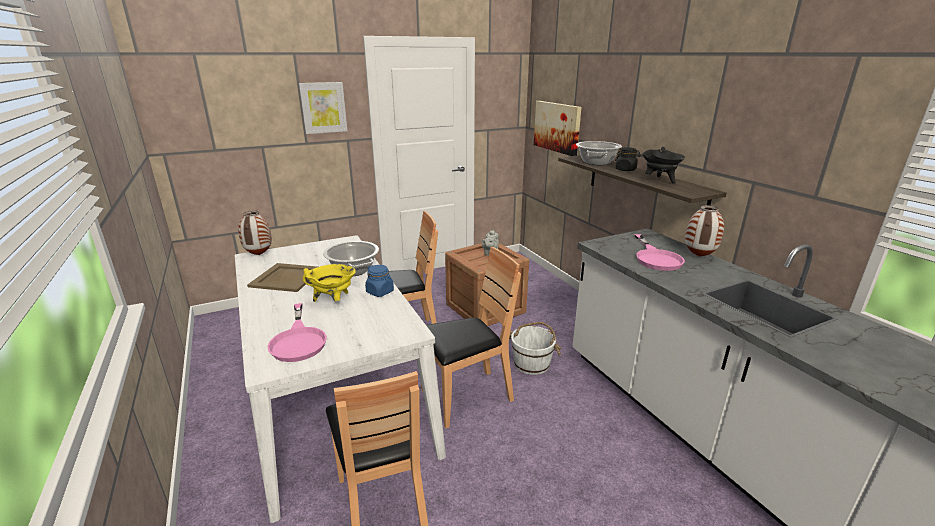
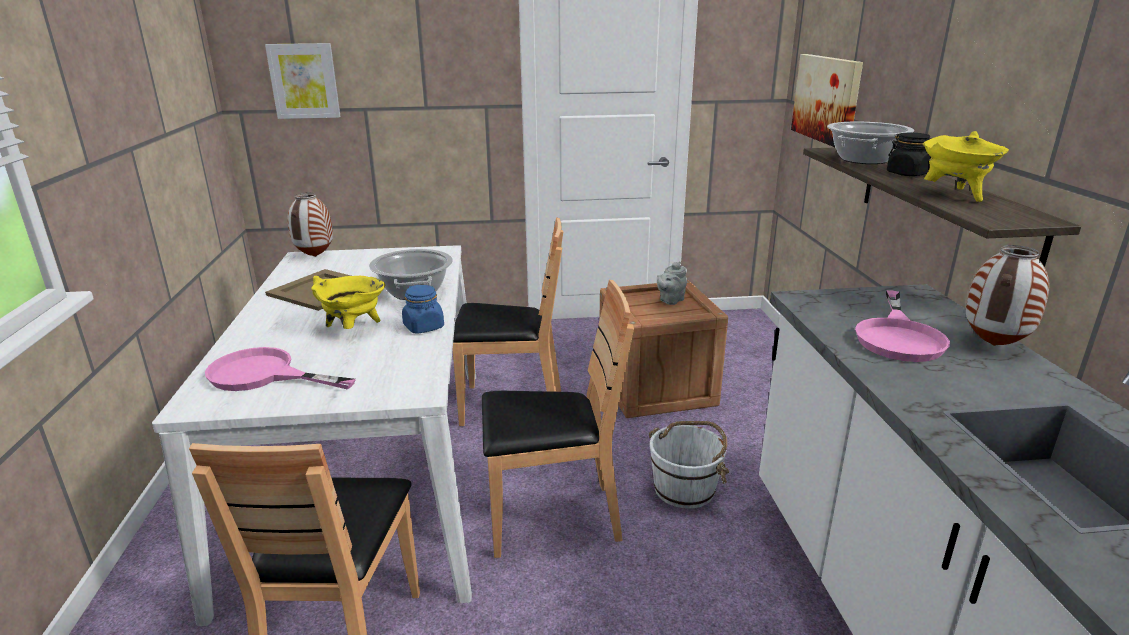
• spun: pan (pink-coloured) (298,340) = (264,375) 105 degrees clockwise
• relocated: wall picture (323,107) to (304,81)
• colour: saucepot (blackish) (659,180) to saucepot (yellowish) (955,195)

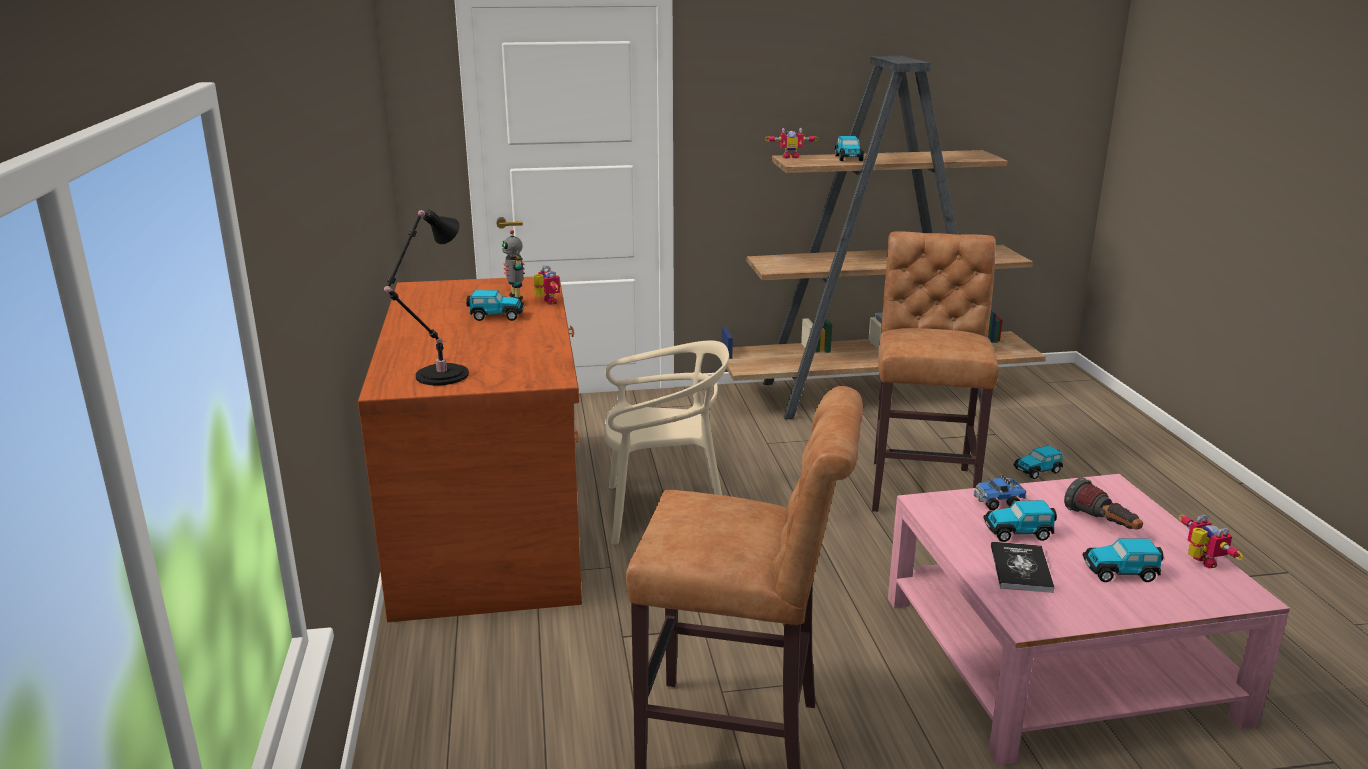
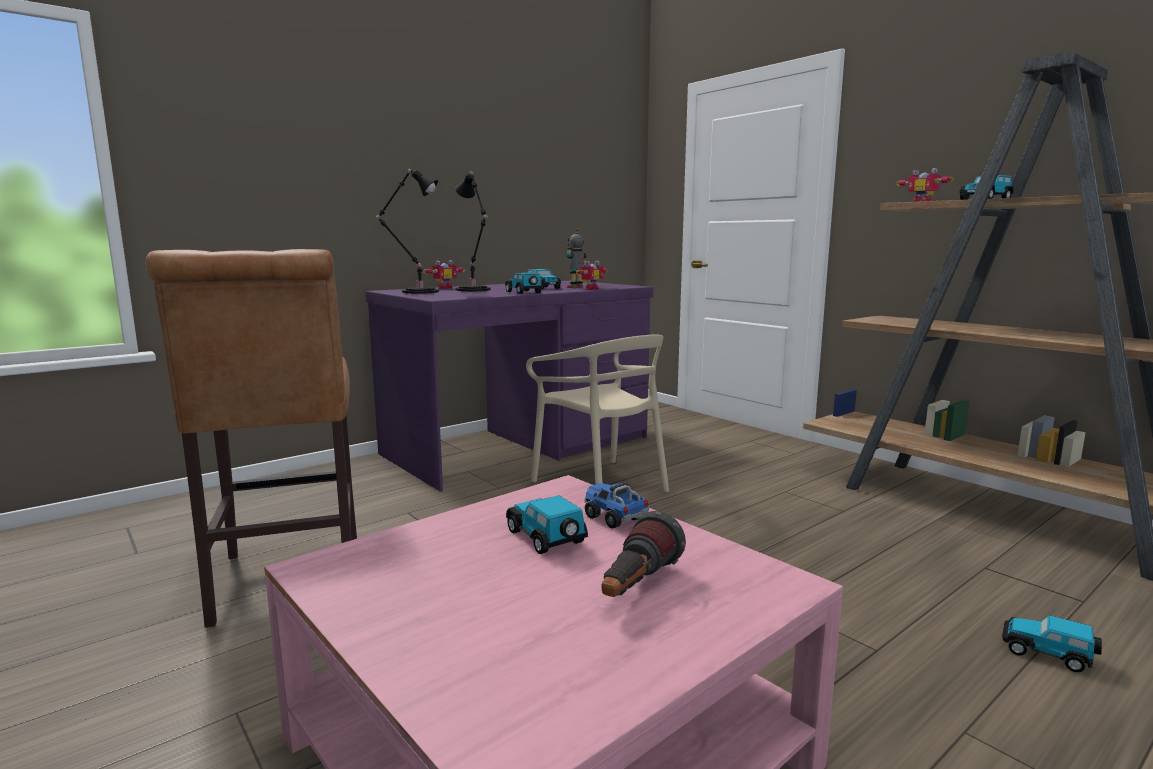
• colour: desk (brown) (491,521) to desk (purplish) (519,446)
• relocated: robot figure (1200,562) to (443,288)
• appeared: table lamp (blackish) (474,290)
• relocated: model car (1121,572) to (523,292)
• missing: stool seat (brown) (922,486)
• missing: book (1020,568)

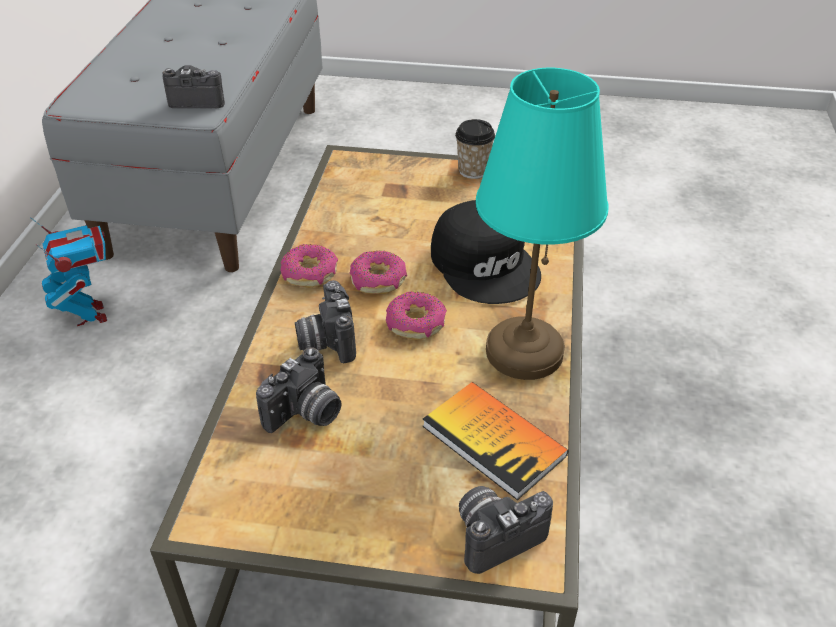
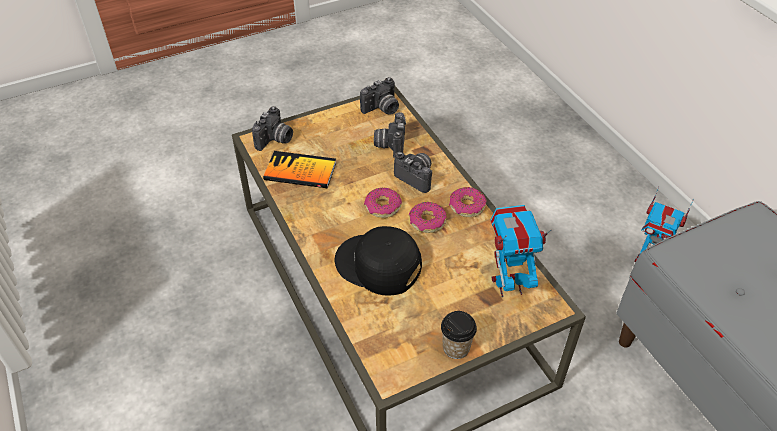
• relocated: still camera (198,99) to (382,109)
• appeared: robot figure (508,285)
• missing: table lamp (turquoise) (524,353)

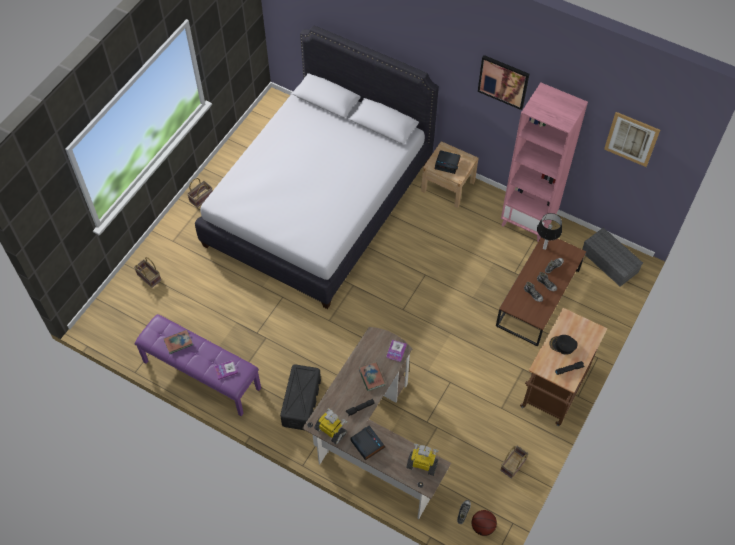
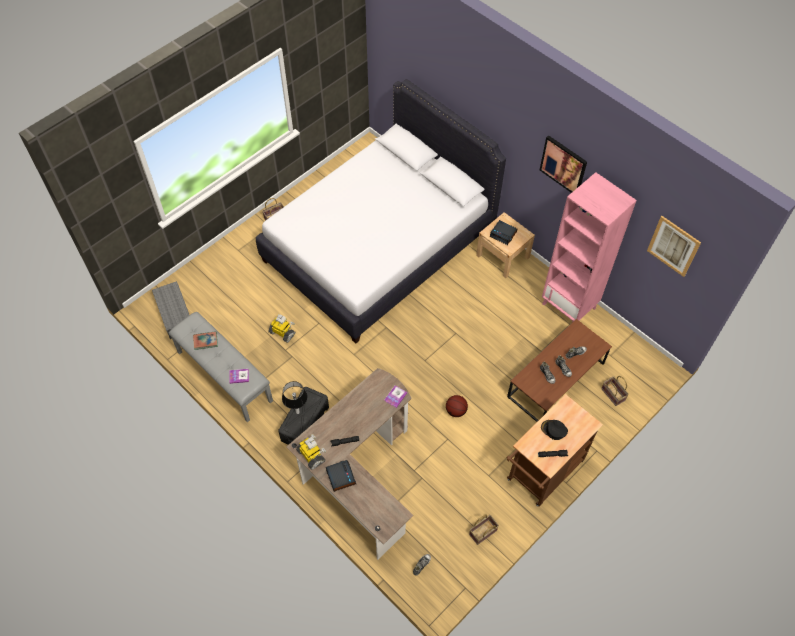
• relocated: storage box (grey) (608,261) to (174,314)
• colour: long seat (purplish) (201,375) to long seat (grey) (224,376)
• relocated: robot figure (422,464) to (282,333)
• relocated: table lamp (544,248) to (297,412)
• relocated: ball for basketball (482,526) to (456,411)
• relocated: storage basket (150,277) to (614,394)
• missing: book (371,377)

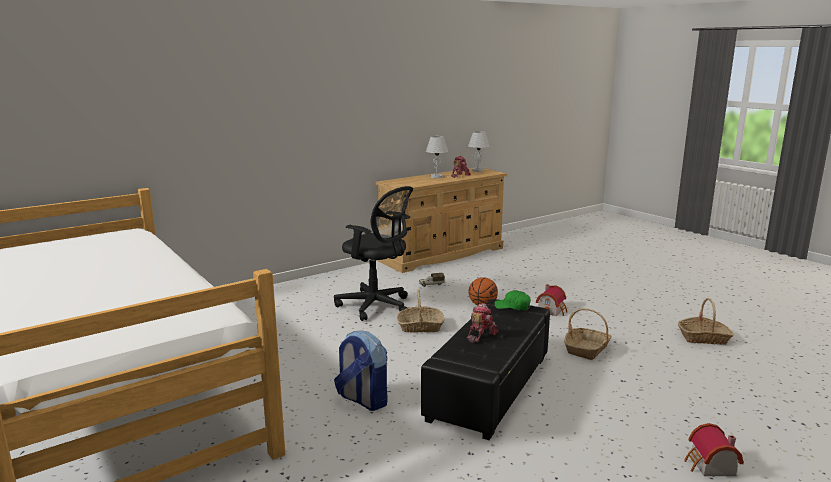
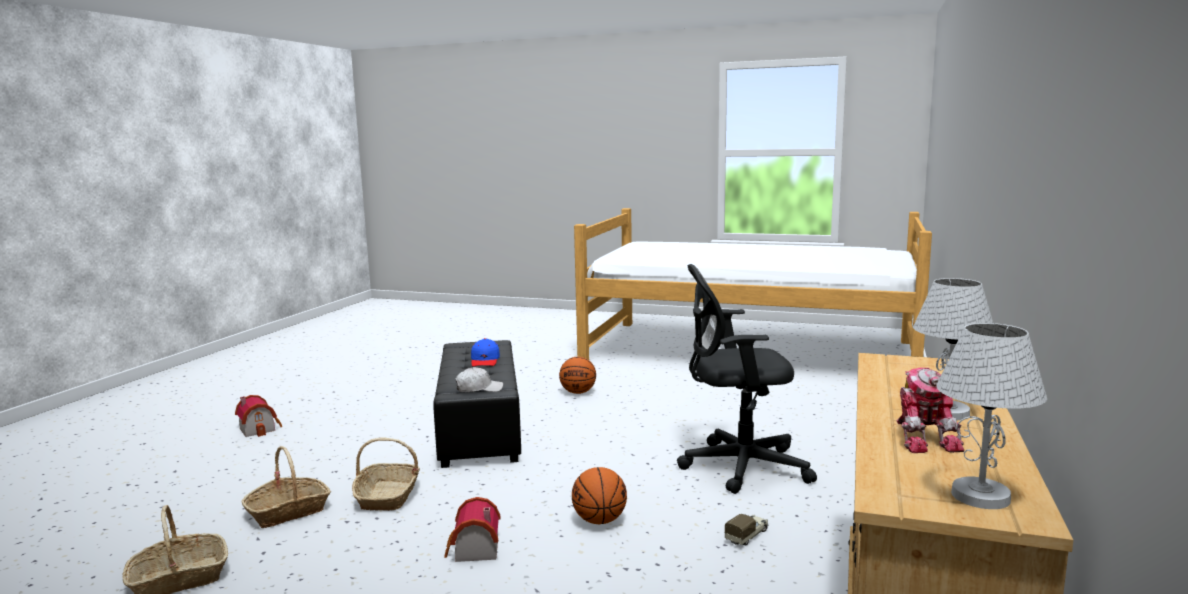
• relocated: storage basket (420,327) to (288,511)
• colour: cap (green) (512,307) to cap (white-coloured) (479,389)
• exchanged: robot figure (480,335) to cap (blue-coloured) (485,360)
• exchanged: knapsack (362,400) to ball for basketball (578,392)

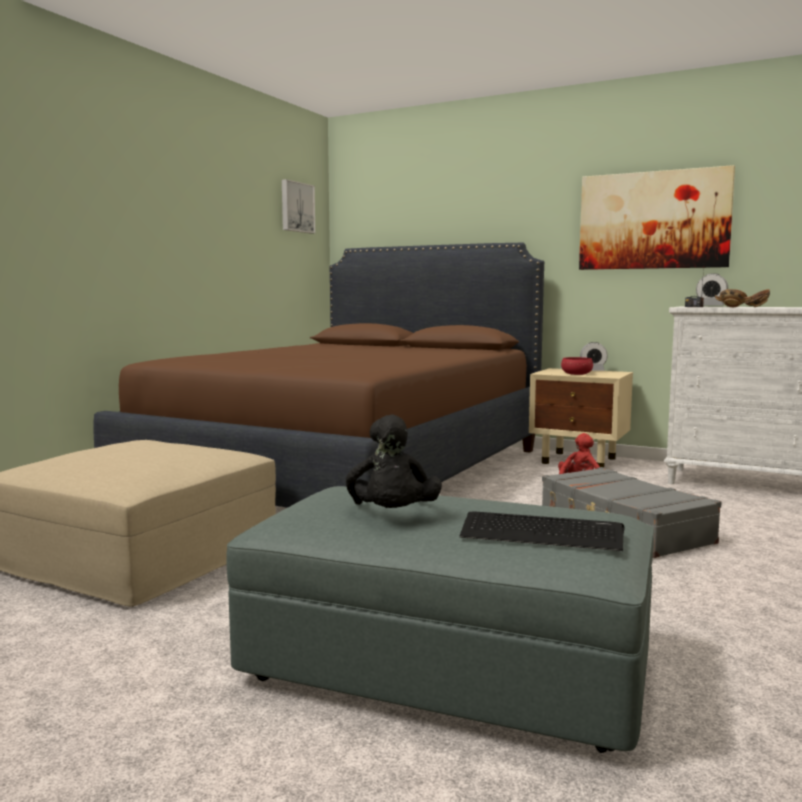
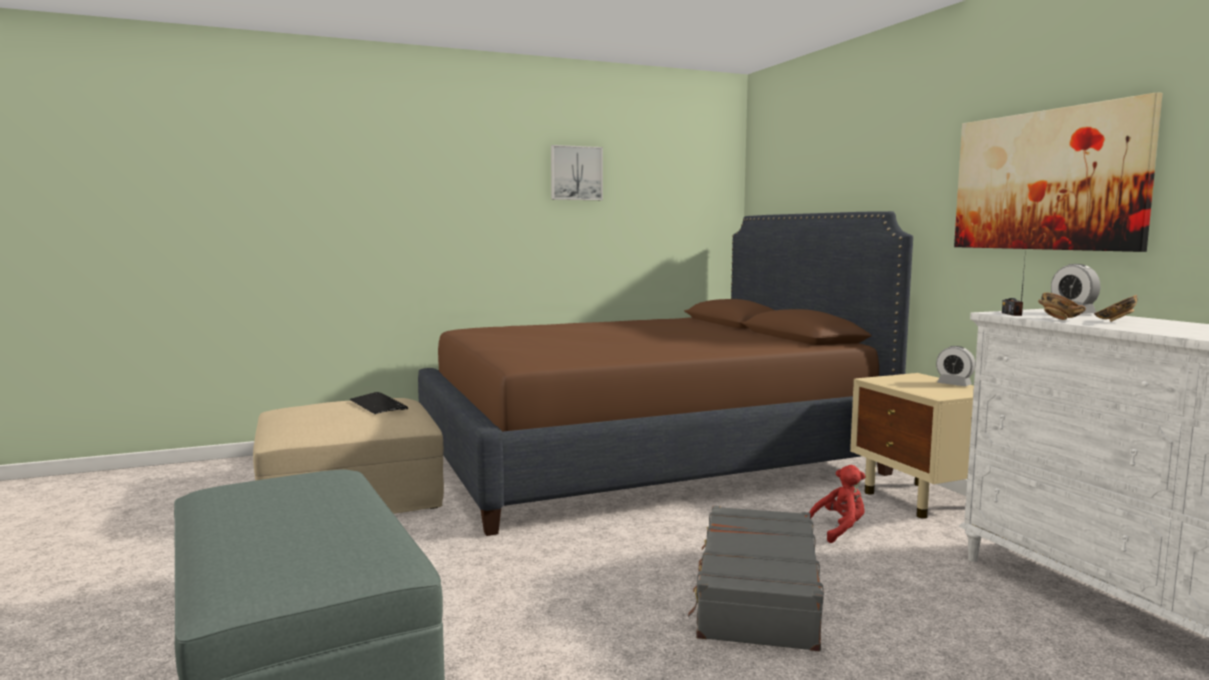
• relocated: keyboard (541,534) to (378,404)
• relocated: wall picture (296,207) to (576,173)
• missing: soft toy (blackish) (392,516)
• missing: serving bowl (red) (576,374)

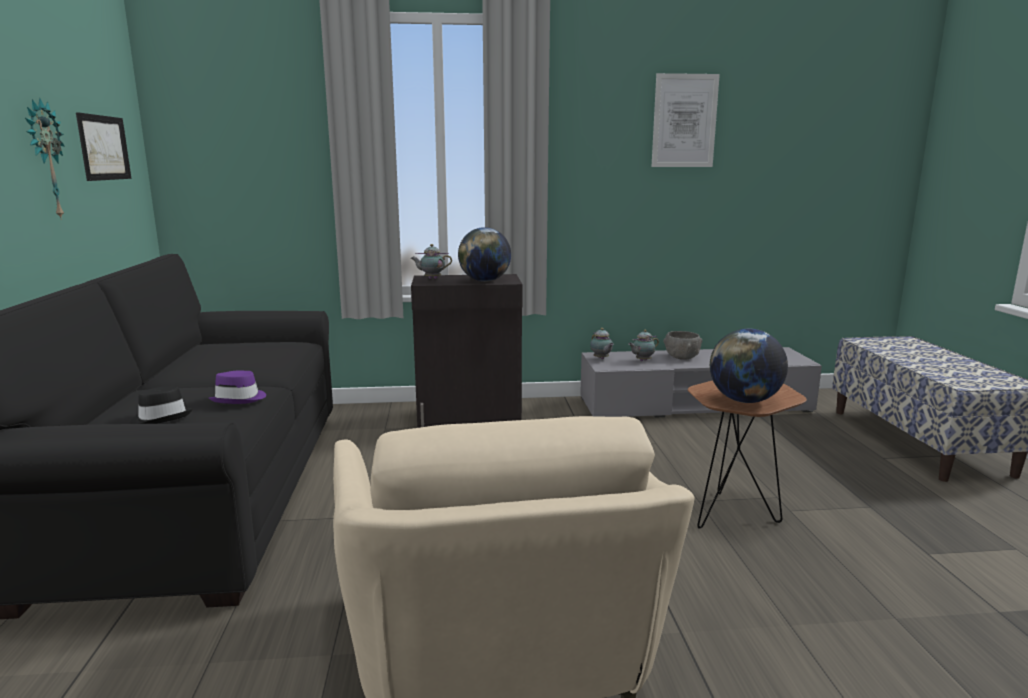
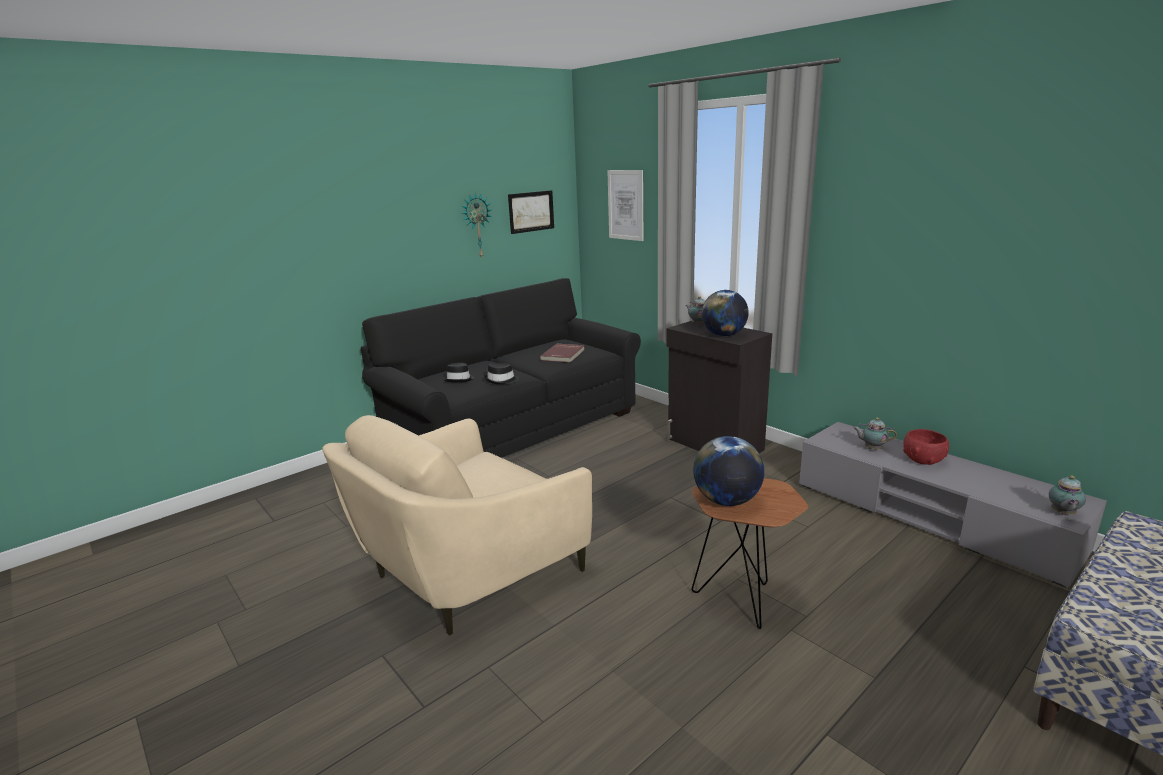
• colour: clothing hat (purplish) (240,399) to clothing hat (blackish) (501,380)
• appeared: book (red) (563,355)
• relocated: wall picture (684,121) to (625,205)
• colour: serving bowl (grey) (681,357) to serving bowl (red) (923,460)
• relocated: tea pot (601,359) to (1062,513)

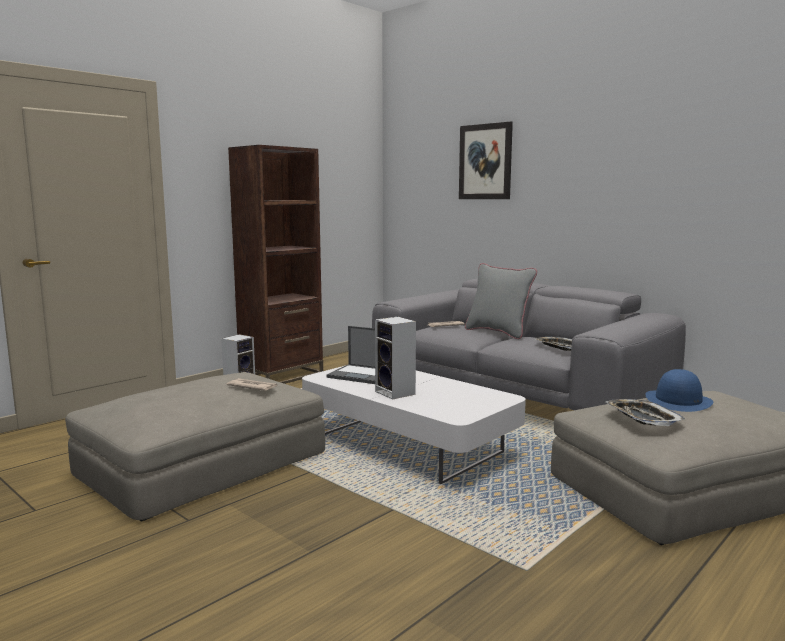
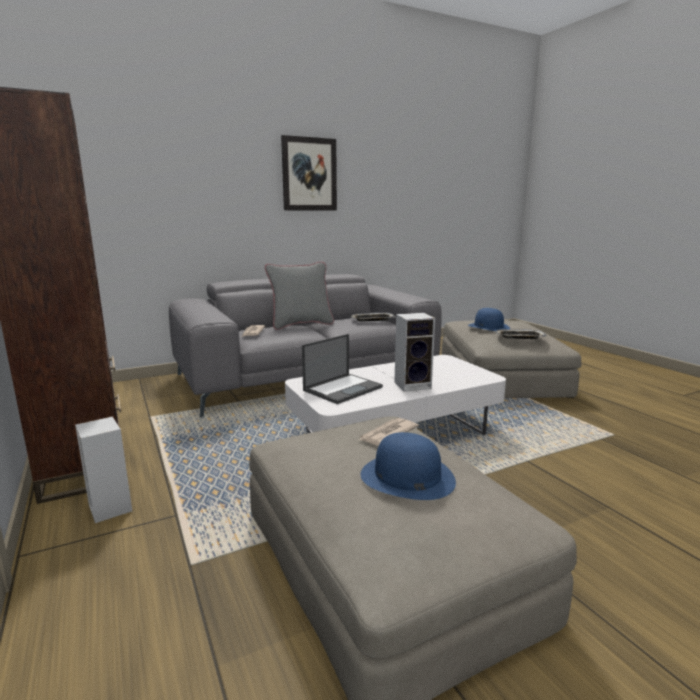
• relocated: wall picture (485,162) to (309,174)
• appeared: clothing hat (blue-coloured) (406,477)

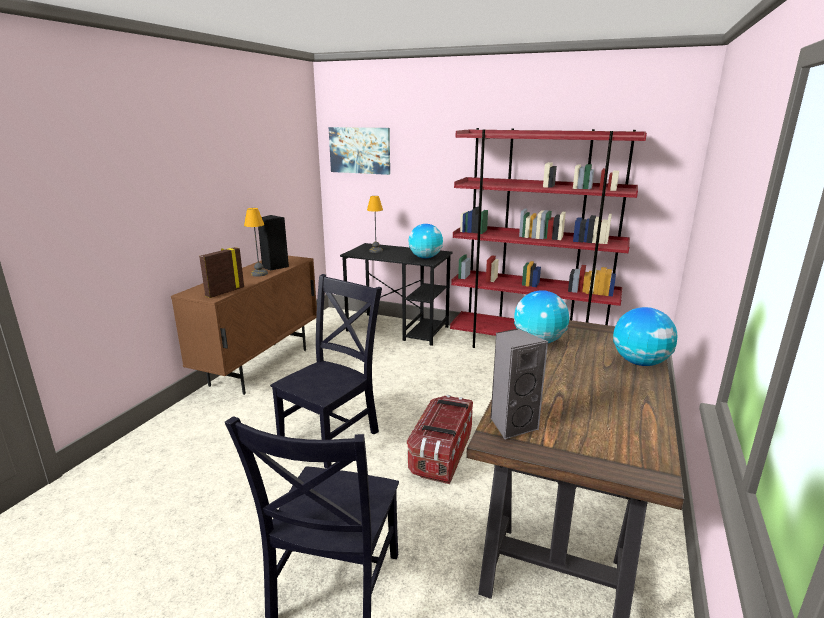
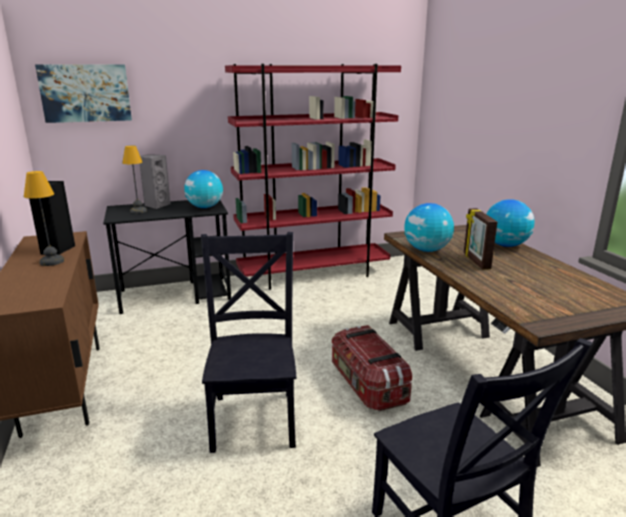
• relocated: speaker (grey) (512,425) to (156,205)
• relocated: photo frame (224,292) to (475,261)

